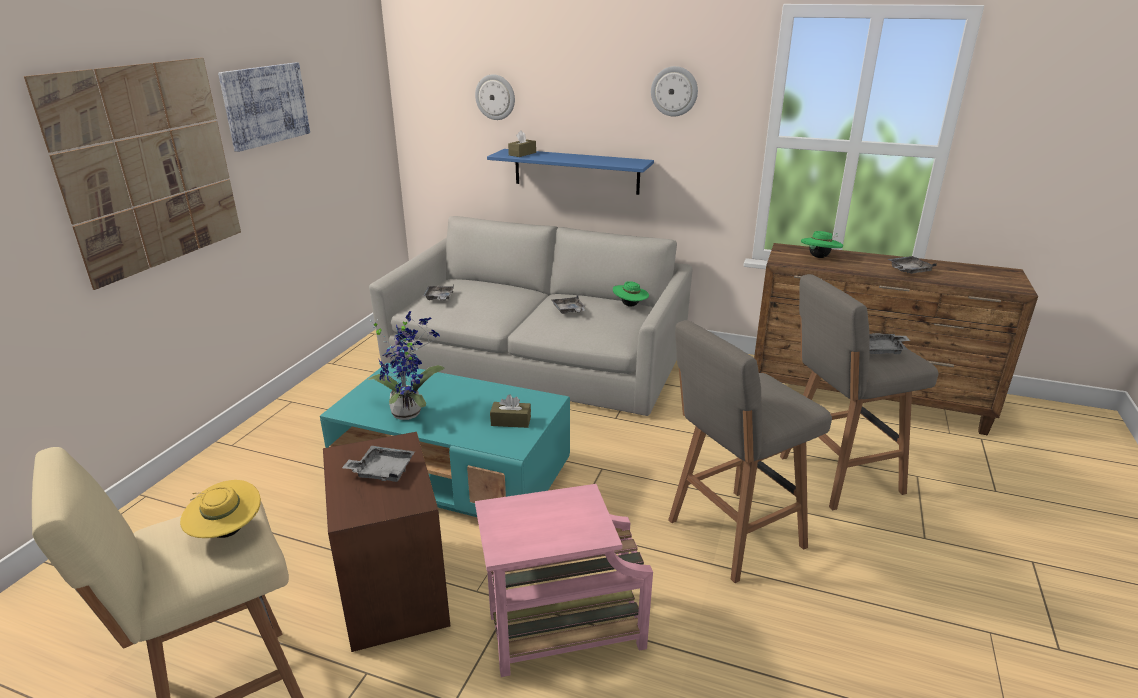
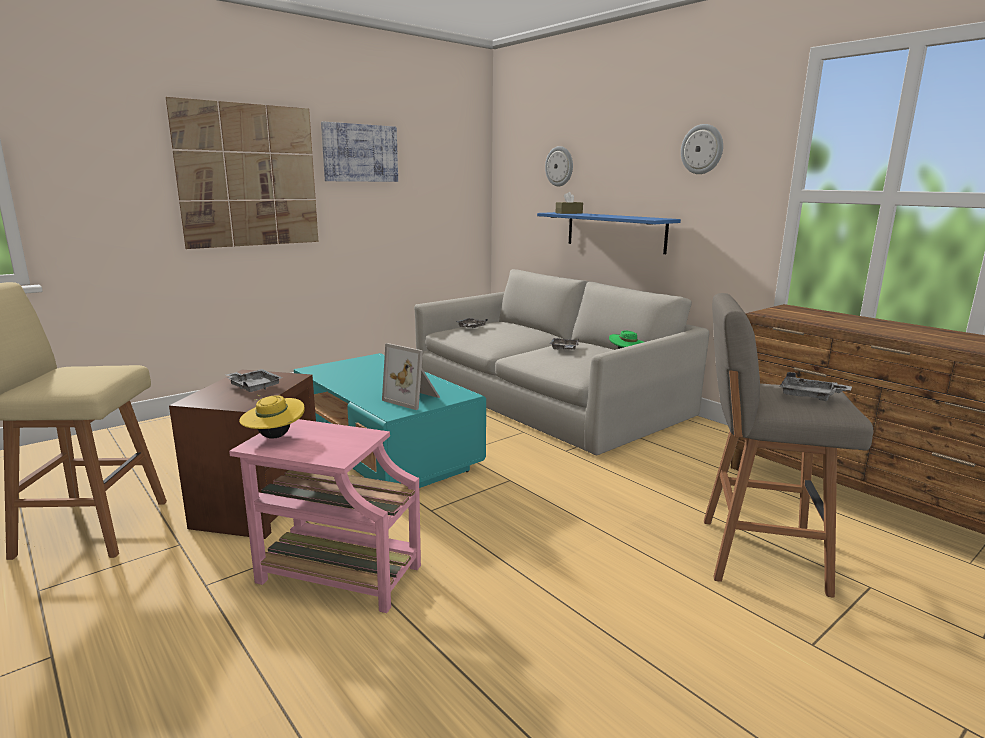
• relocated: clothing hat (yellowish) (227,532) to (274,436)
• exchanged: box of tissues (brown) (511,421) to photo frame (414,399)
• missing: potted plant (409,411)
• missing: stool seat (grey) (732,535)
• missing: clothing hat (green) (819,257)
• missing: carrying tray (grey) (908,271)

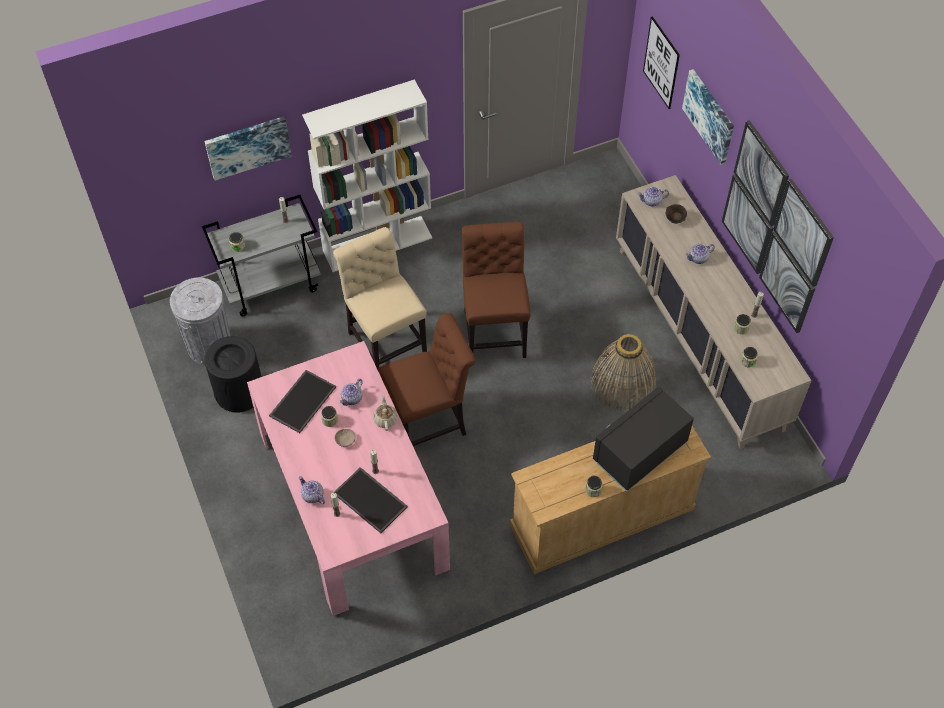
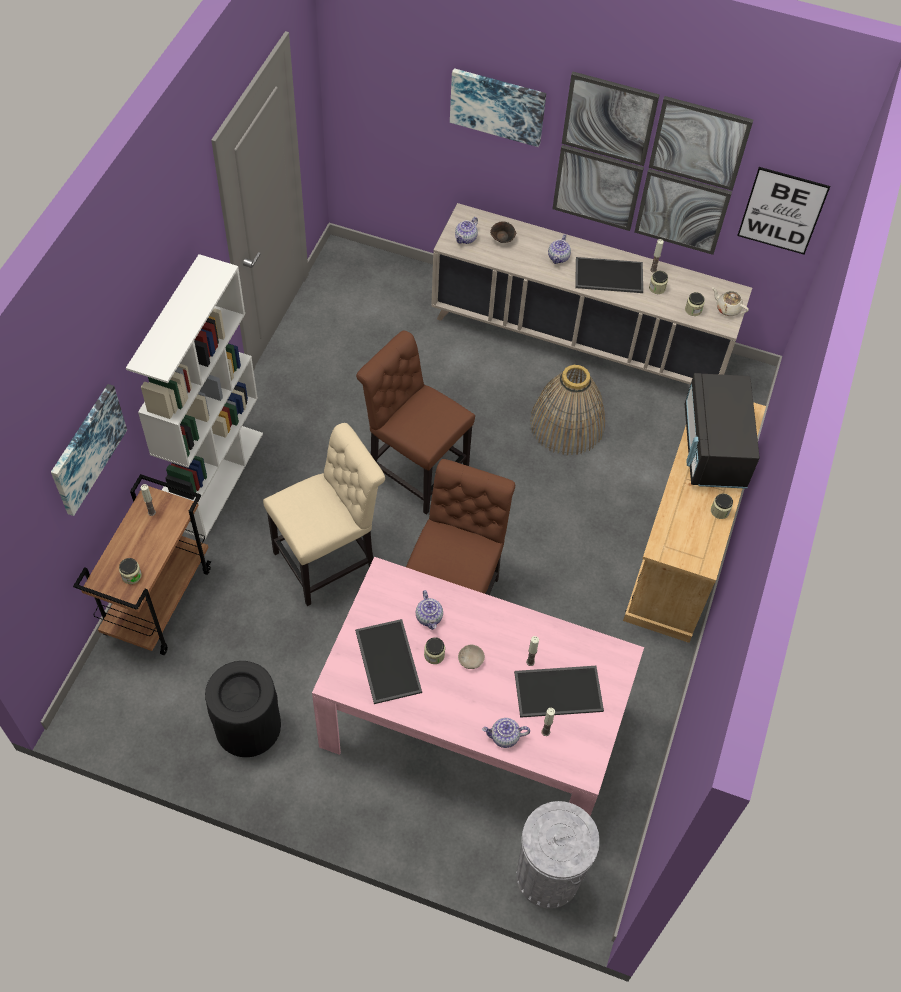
• colour: wheeled cart (grey) (272,285) to wheeled cart (brown) (158,600)
• spun: plain chair (sand-coloured) (385,340) = (330,559) 135 degrees clockwise
• relocated: trash can (grey) (209,346) to (547,876)
• appeared: carrying tray (608,276)
• relocated: tea pot (sand-coloured) (385,419) to (727,308)
• relocated: wall picture (661,63) to (782,211)

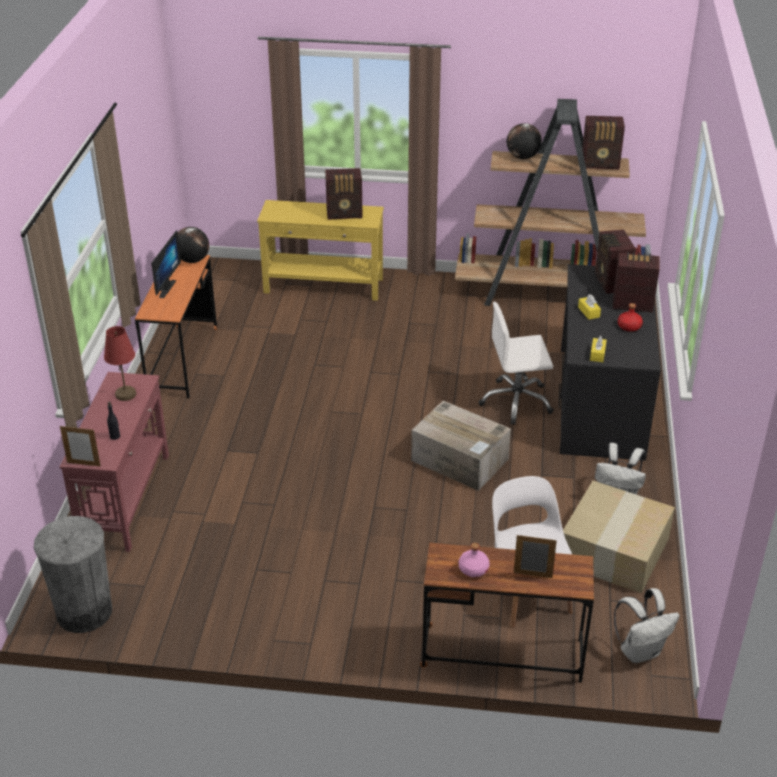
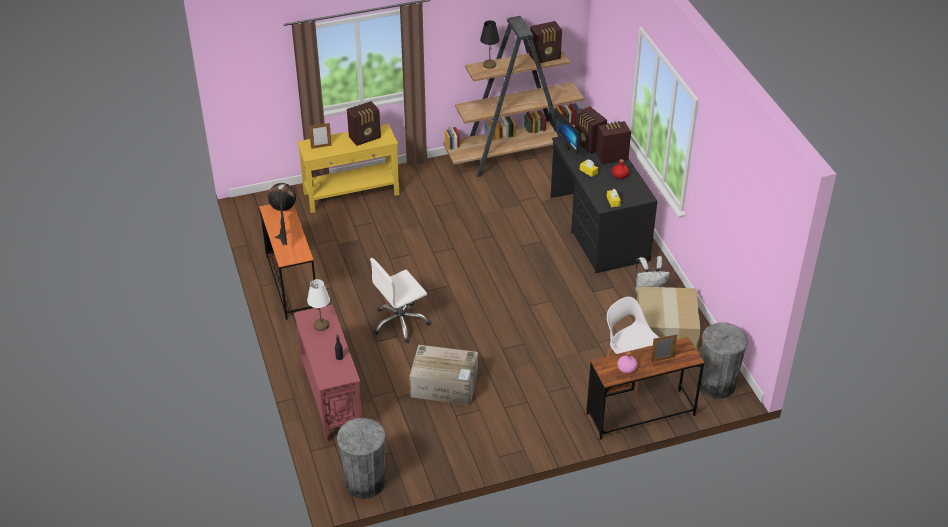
• colour: table lamp (red) (126,394) to table lamp (white-coloured) (321,325)
• relocated: photo frame (83,464) to (321,147)
• relocated: office chair (white-coloured) (516,402) to (400,323)
• relocated: cardboard box (461,460) to (445,384)
• exchanged: desk globe (522,157) to table lamp (blackish) (489,65)
• appeared: computer screen (569,148)
• exchanged: knapsack (white-coloured) (640,651) to trash can (grey) (716,385)

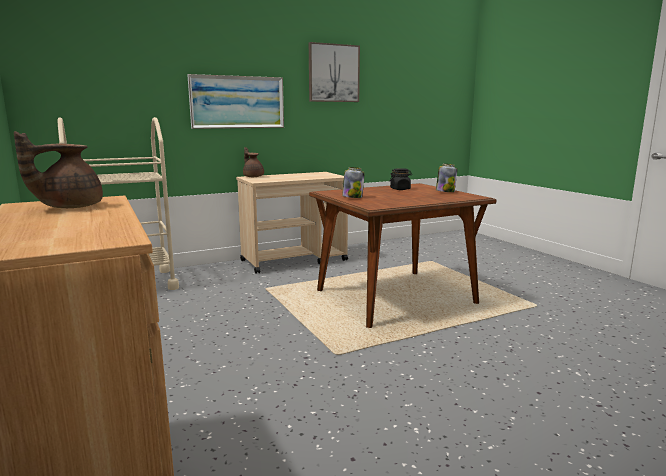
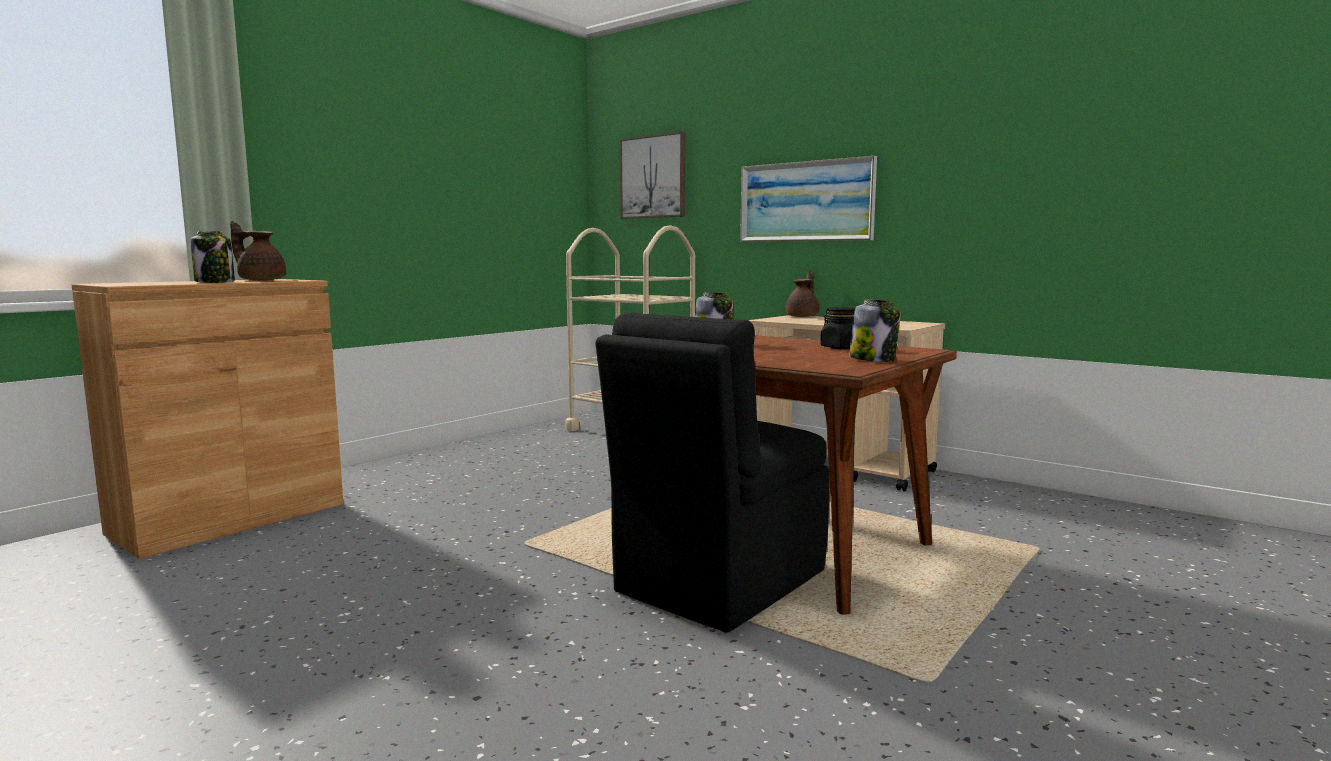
• appeared: storage jar (215,282)
• appeared: plain chair (blackish) (717,583)
• relocated: wall picture (333,73) to (653,177)

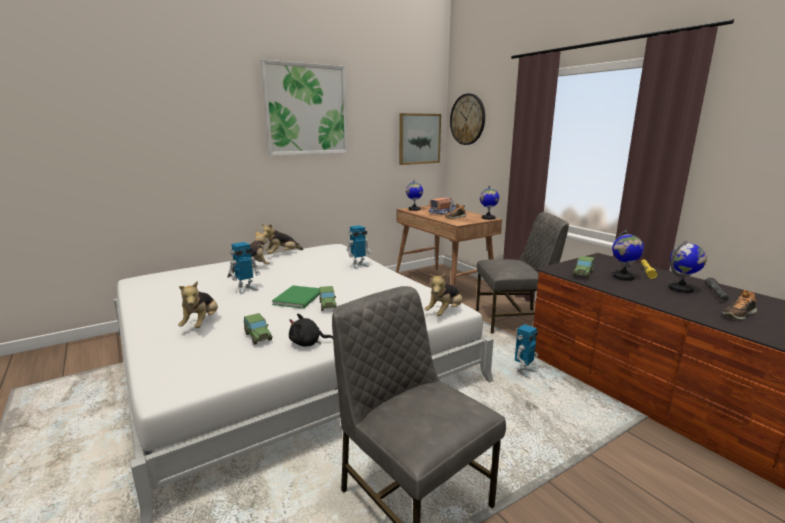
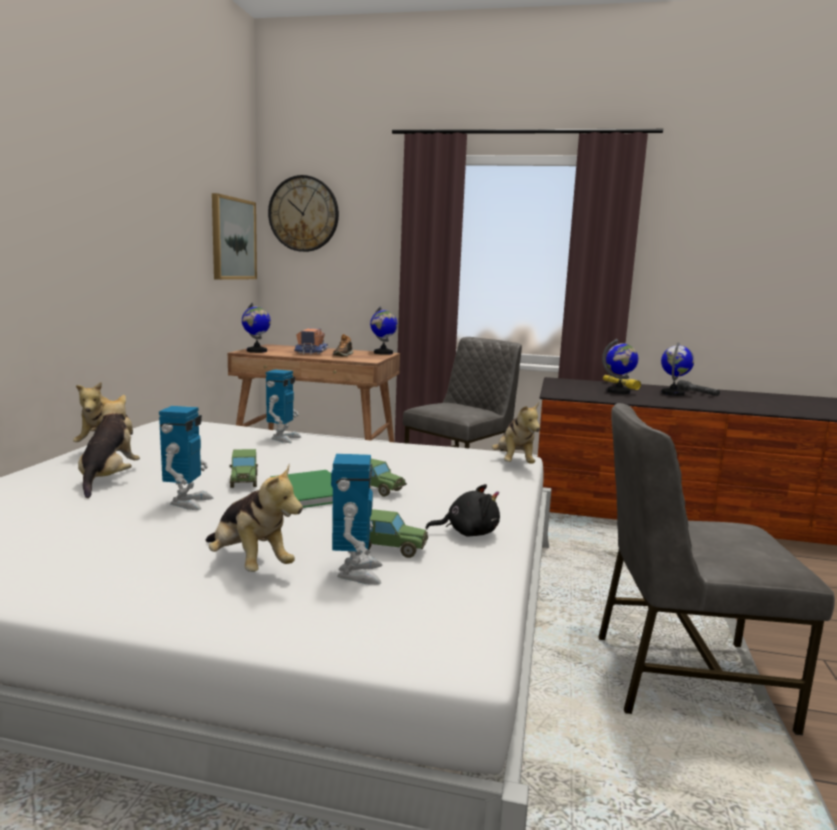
• relocated: model car (583,274) to (244,481)
• relocated: robot figure (525,372) to (356,573)
• spun: soft toy (blackish) (308,343) = (468,533) 135 degrees counterclockwise
• missing: wall picture (306,110)
• missing: low shoe (738,314)

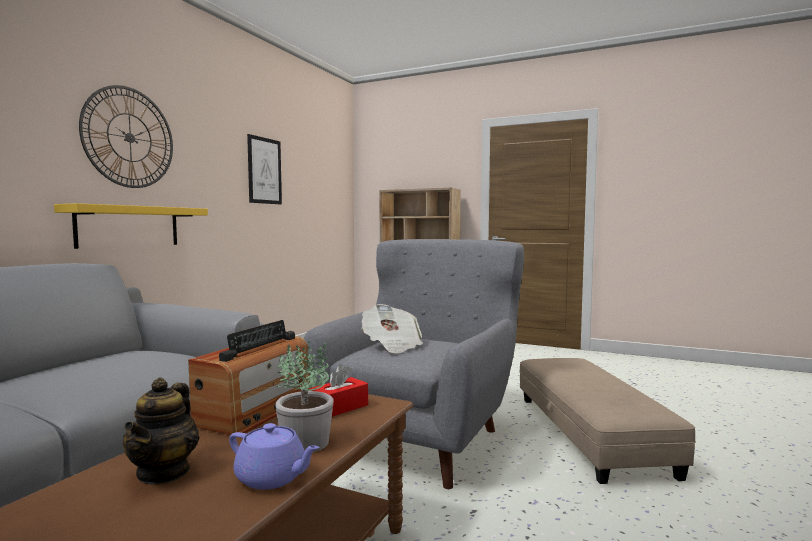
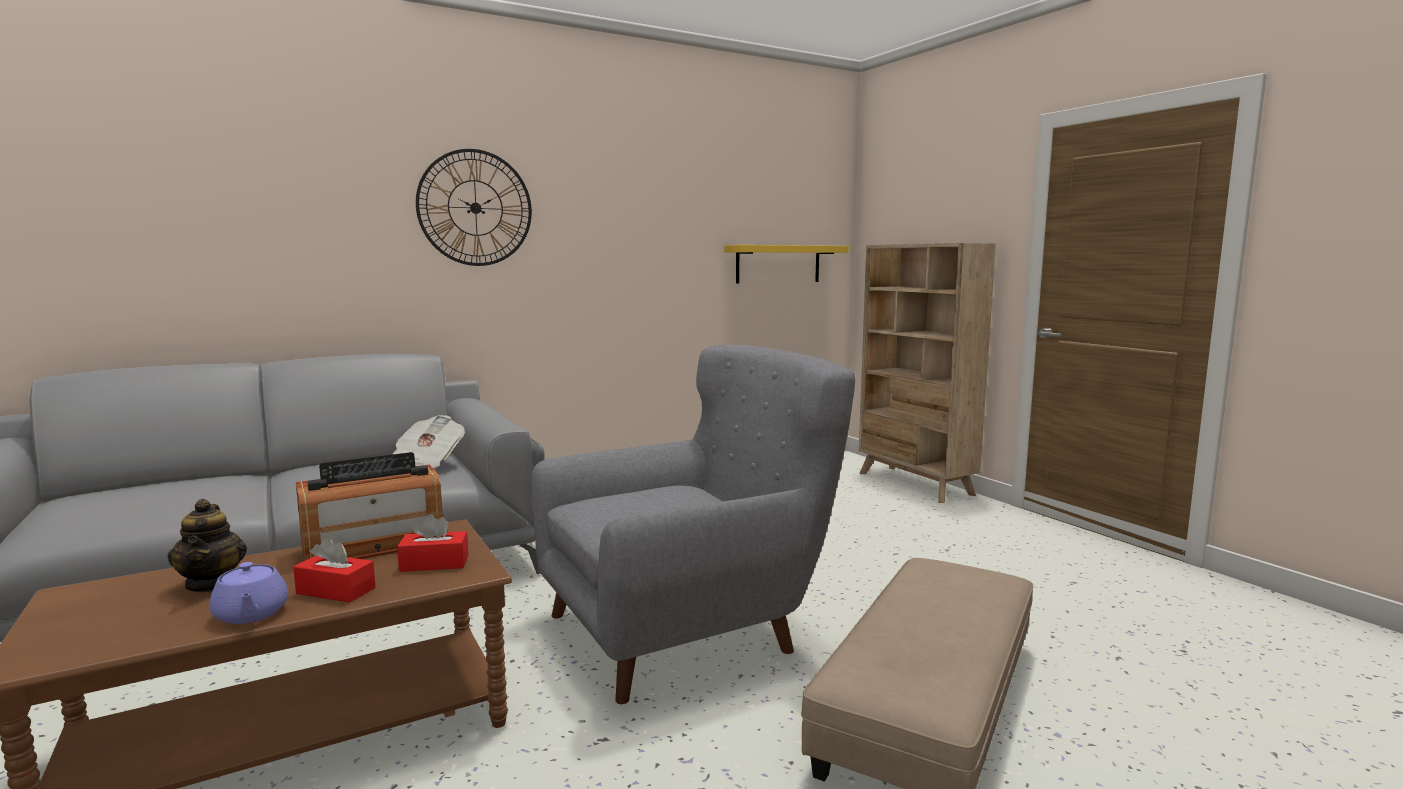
• spun: tea pot (164,472) = (212,584) 60 degrees counterclockwise
• exchanged: potted plant (306,442) to box of tissues (red) (336,591)
• relocated: daily paper (392,345) to (426,463)
• relocated: shelf (yellowish) (129,226) to (778,264)
• missing: wall picture (264,170)

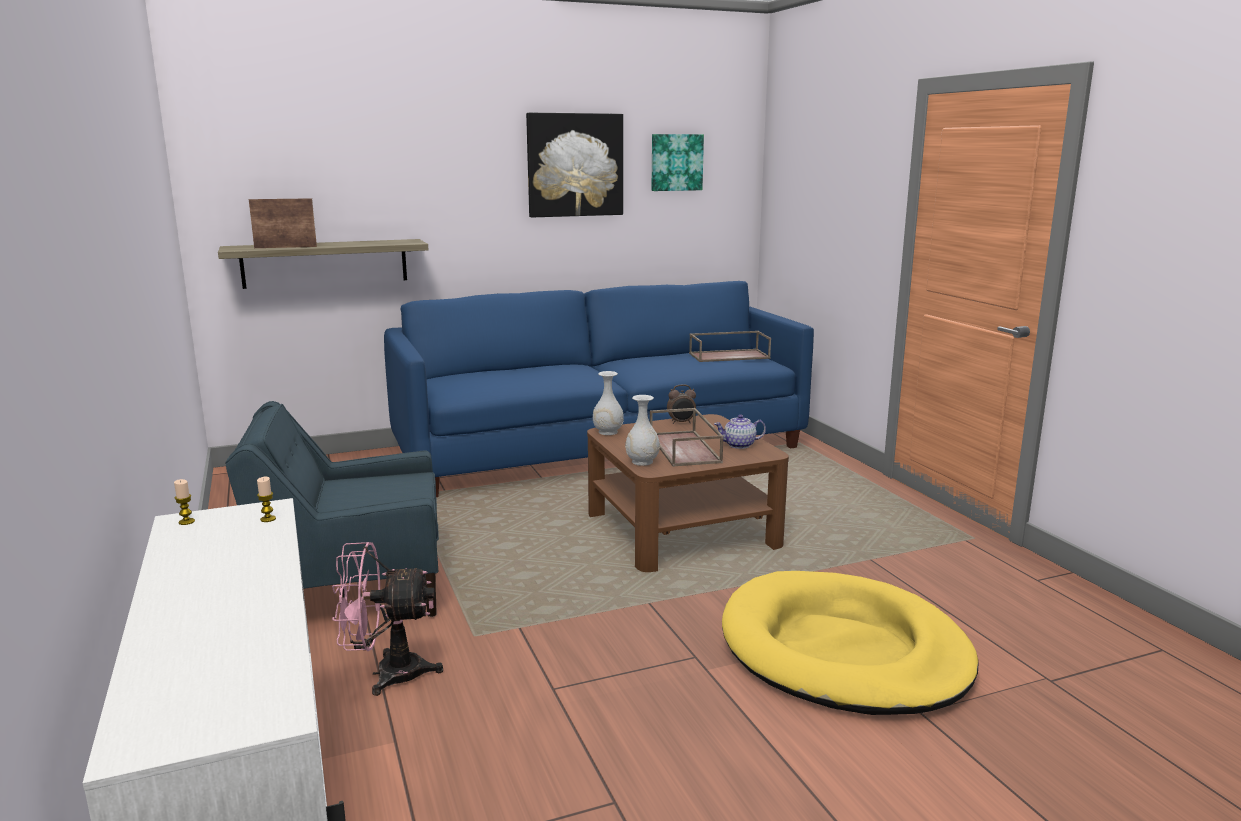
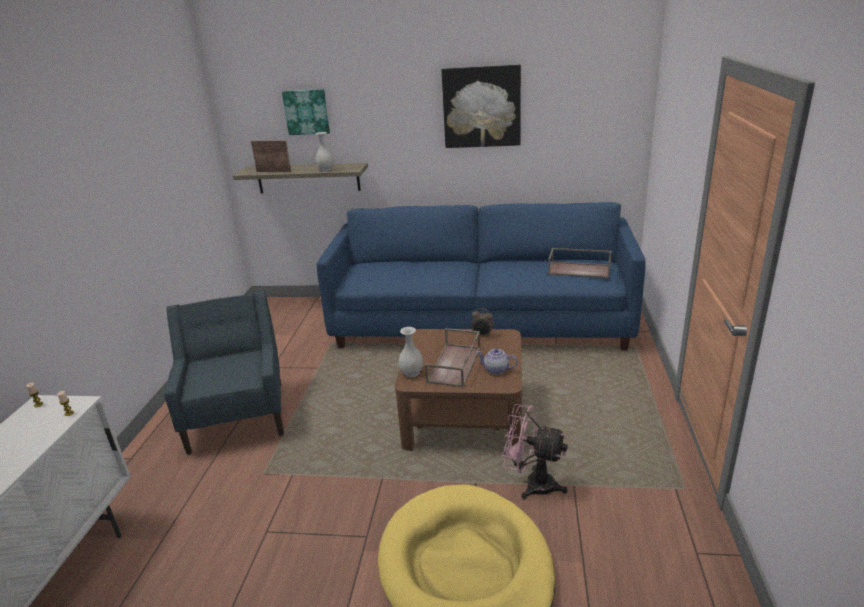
• spun: armchair (blue-coloured) (352,590) = (238,414) 60 degrees clockwise
• relocated: wall picture (676,162) to (306,112)
• relocated: decorative vase (white-coloured) (607,432) to (326,169)
• relocated: cooling fan (pink-coloured) (387,674) to (532,484)

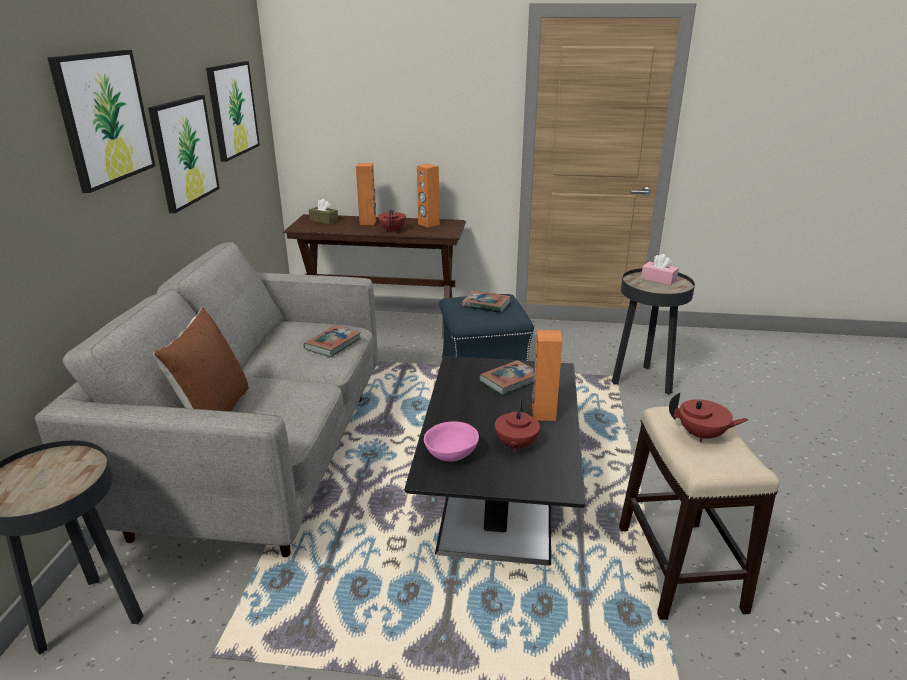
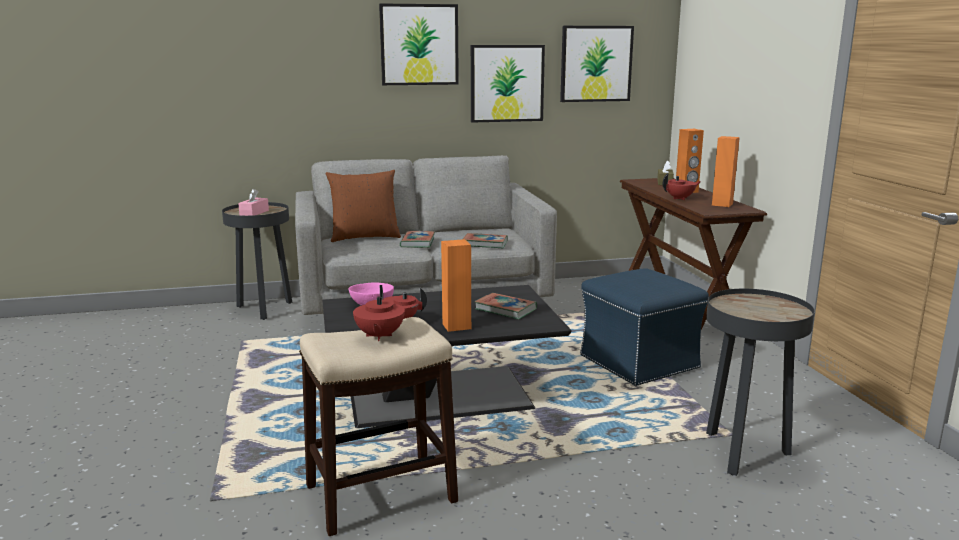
• relocated: box of tissues (pink-coloured) (658,279) to (254,213)
• relocated: book (486,305) to (417,242)

